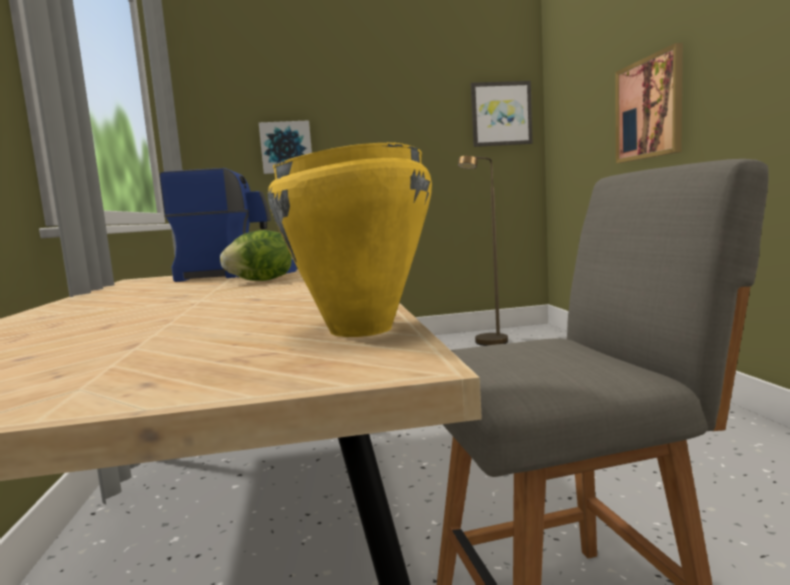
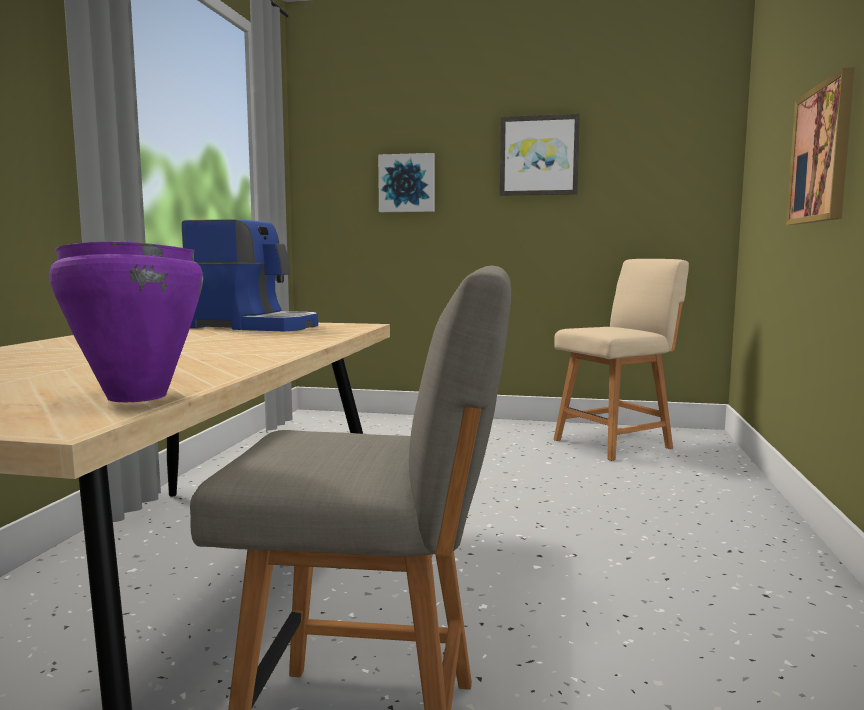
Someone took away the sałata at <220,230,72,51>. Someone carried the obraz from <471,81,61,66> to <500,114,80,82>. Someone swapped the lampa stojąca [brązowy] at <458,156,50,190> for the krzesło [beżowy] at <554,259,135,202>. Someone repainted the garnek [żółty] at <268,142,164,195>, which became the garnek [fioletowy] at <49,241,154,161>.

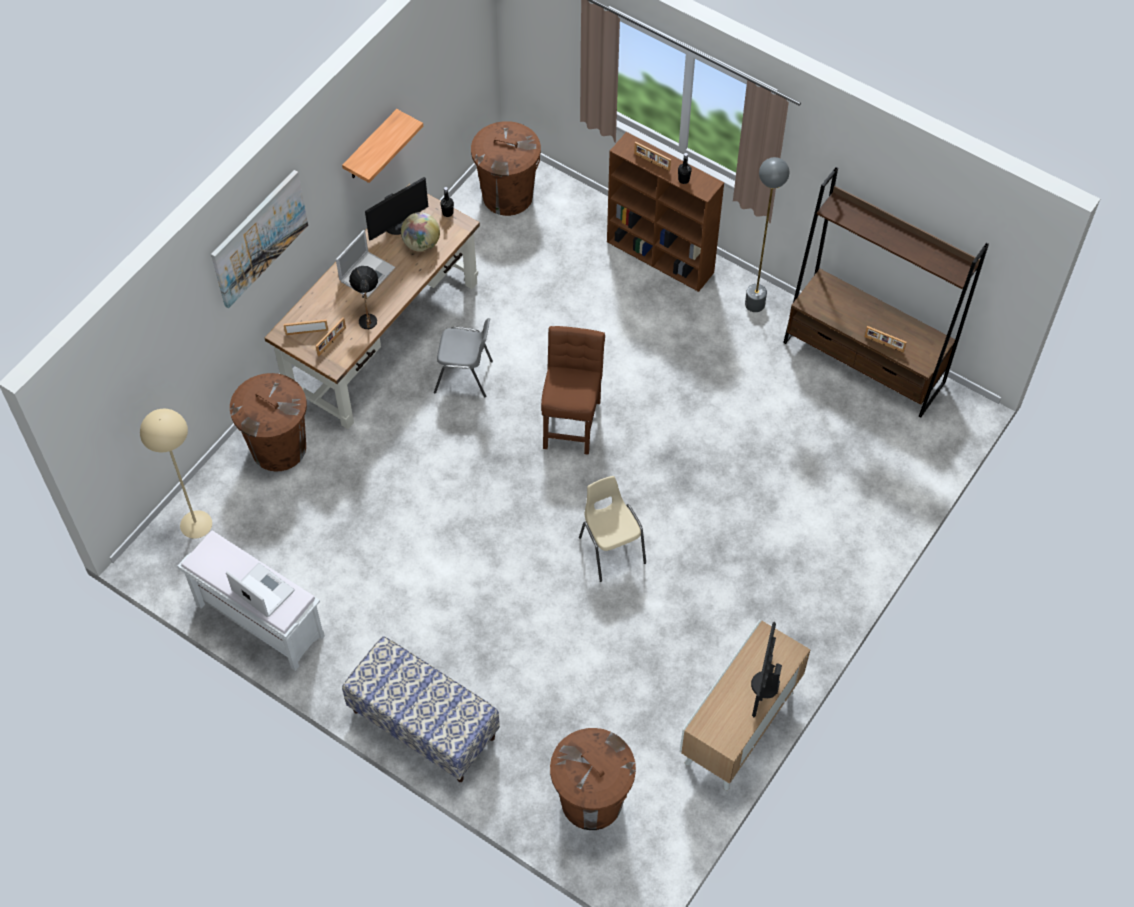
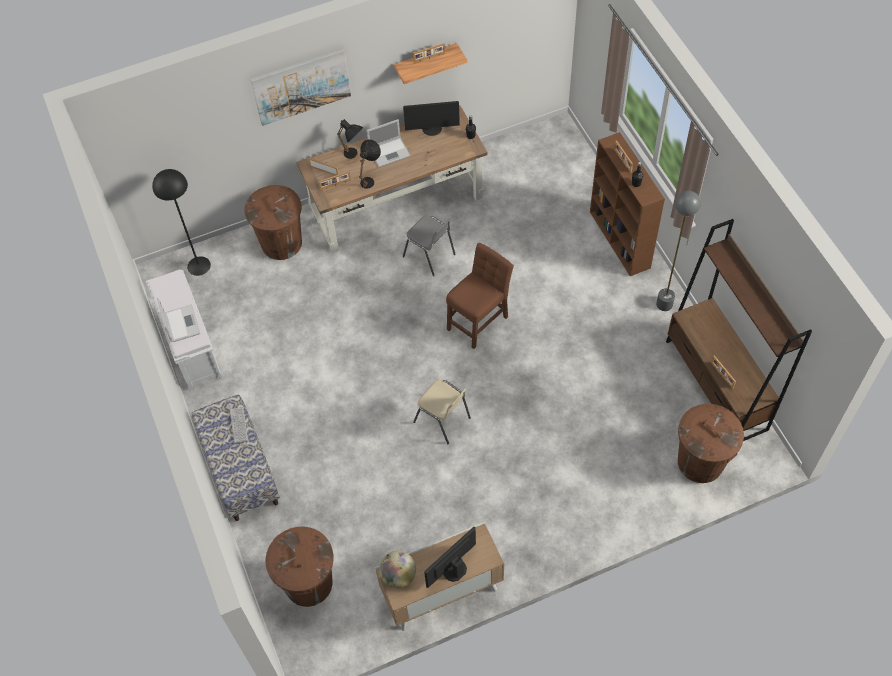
Someone put down the klawiatura at <230,407,18,36>. Someone put down the lampa stołowa [czarny] at <337,119,26,40>. Someone put down the ramka na zdjęcie at <413,43,32,20>. Someone carried the globus from <401,212,39,40> to <379,551,37,37>. Someone carried the kosz na śmieci [brązowy] from <471,121,70,95> to <678,404,66,79>. Someone repainted the lampa stojąca [beżowy] at <140,409,72,130>, which became the lampa stojąca [czarny] at <152,169,59,107>. Someone rotated the krzesło [beżowy] at <579,476,67,106> by 120 degrees clockwise.

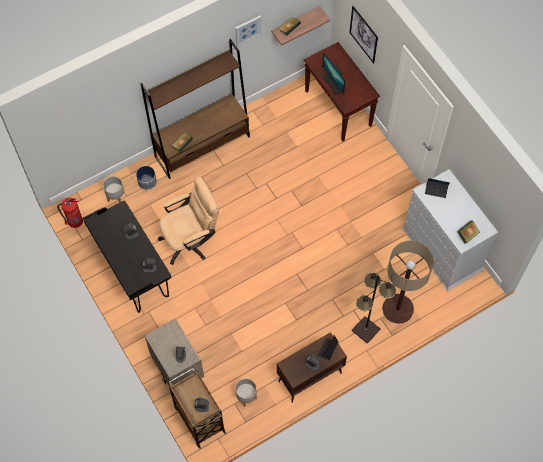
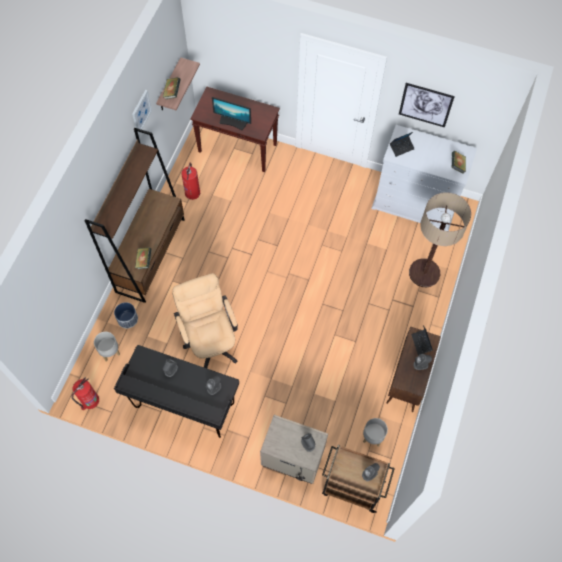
Someone took away the lampa stojąca [czarny] at <352,273,44,71>. Someone put down the gaśnica at <181,162,19,38>. Someone carried the obraz from <349,6,29,58> to <399,83,56,45>. Someone rotated the krzesło biurowe [beżowy] at <158,177,61,88> by 45 degrees counterclockwise.

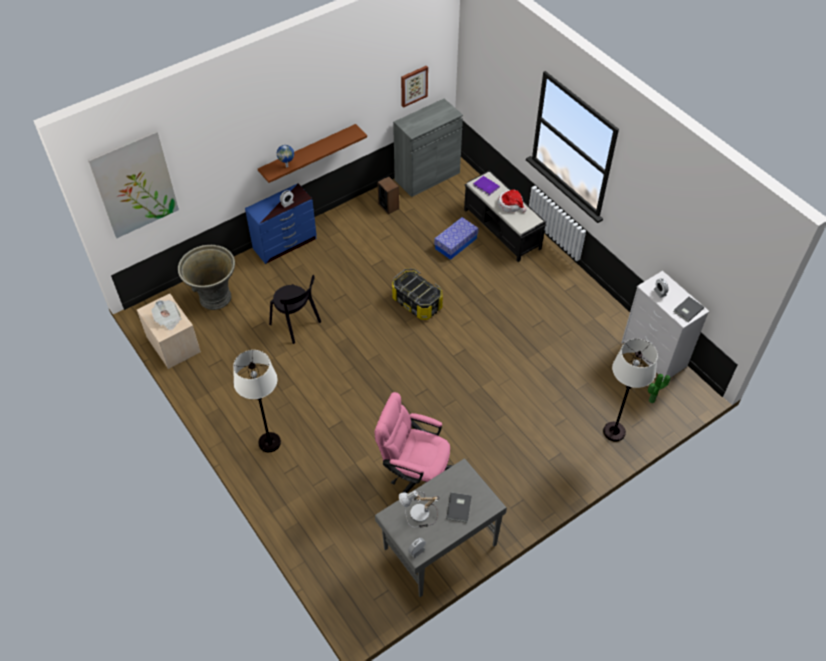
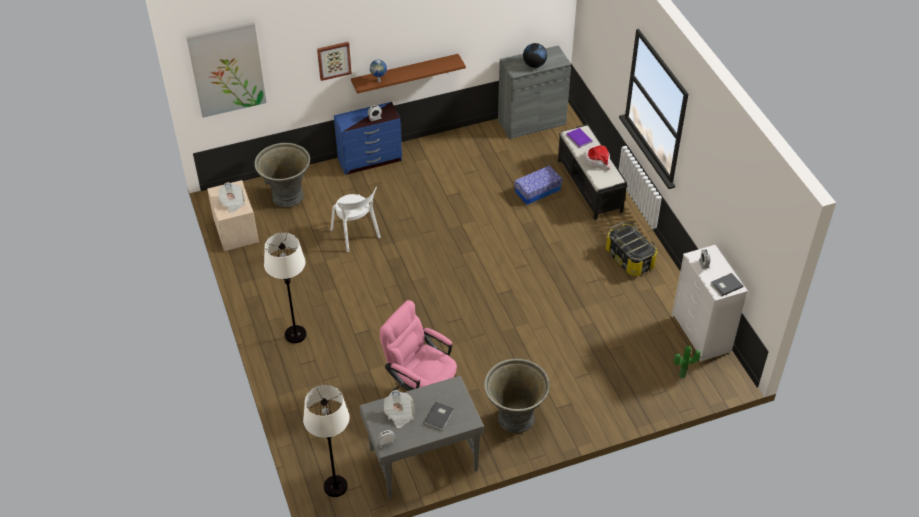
Someone took away the głośnik at <378,177,21,37>. Someone put down the donica [szary] at <484,359,66,74>. Someone put down the globus at <523,43,24,25>. Someone carried the pojemnik do przechowywania from <392,269,51,51> to <606,221,51,55>. Someone carried the obraz from <401,66,27,42> to <317,42,35,39>. Someone carried the lampa stojąca [biały] from <603,339,55,103> to <303,385,47,112>. Someone swapped the lampa stołowa at <399,490,40,38> for the gazeta at <384,390,30,38>. Someone repainted the krzesło [czarny] at <269,275,52,69>, which became the krzesło [biały] at <331,186,50,66>.

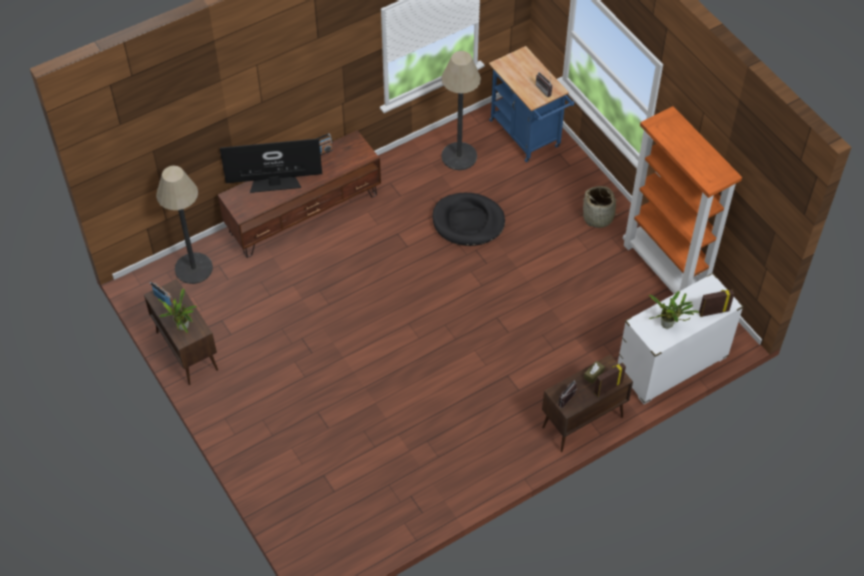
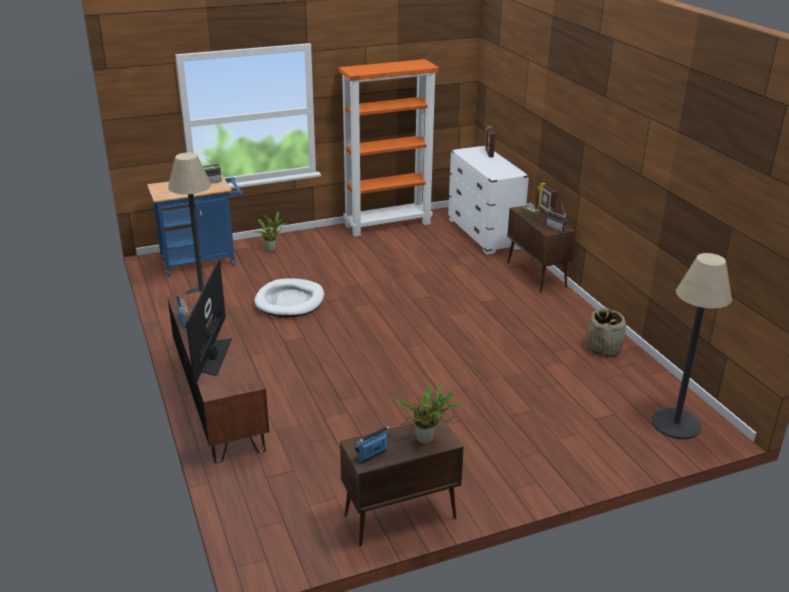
Someone carried the lampa stojąca from <156,166,57,118> to <652,253,80,186>. Someone carried the koszyk from <579,186,45,42> to <585,308,41,49>. Someone carried the roślina doniczkowa from <649,291,51,38> to <252,212,35,40>. Someone repainted the legowisko [czarny] at <432,193,73,53>, which became the legowisko [biały] at <254,279,70,39>.

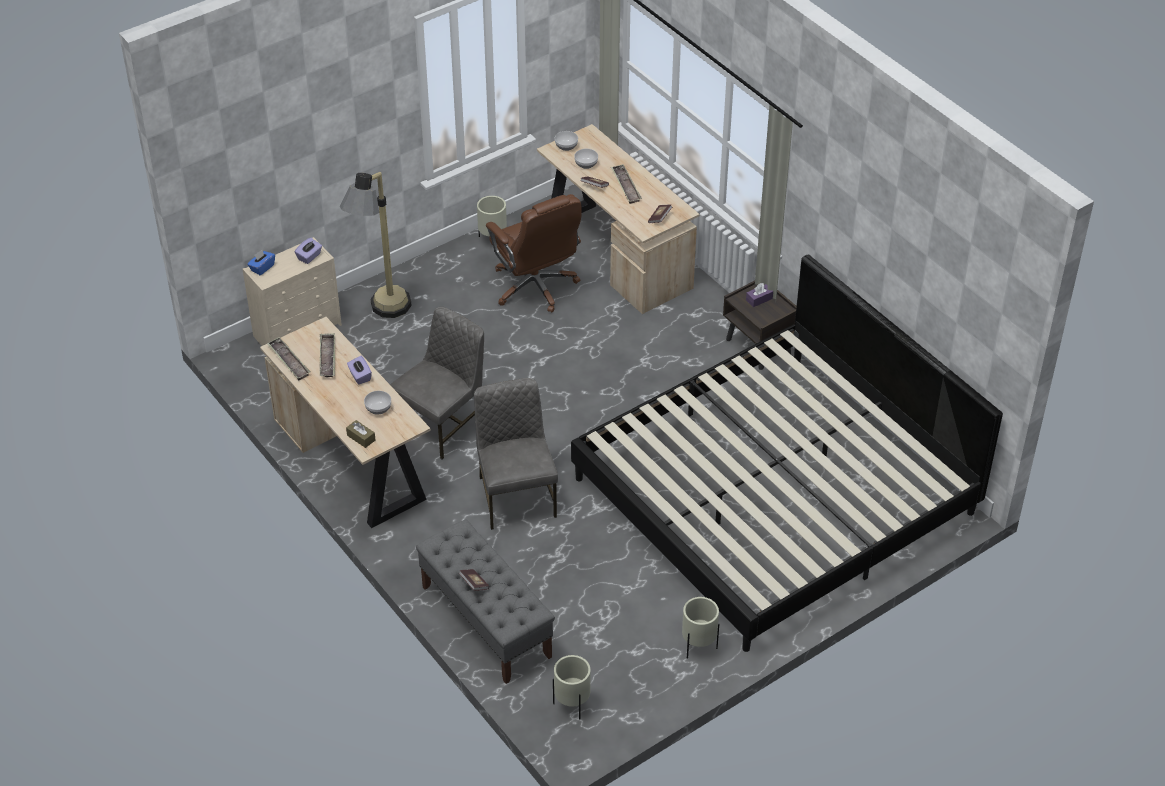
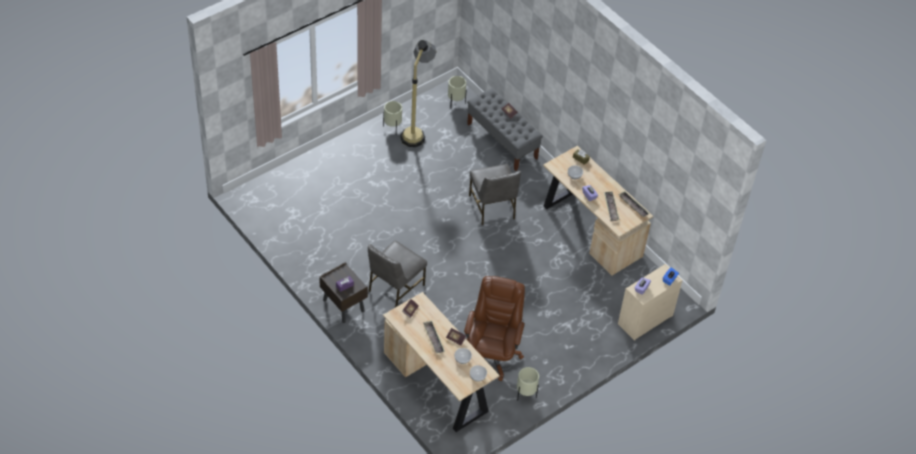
Someone took away the łóżko at <571,254,432,398>. Someone carried the lampa stojąca from <340,172,72,146> to <400,40,37,107>. Someone carried the krzesło [szary] from <390,307,94,152> to <368,240,59,67>. Someone rotated the krzesło biurowe [brązowy] at <486,194,96,119> by 45 degrees clockwise.

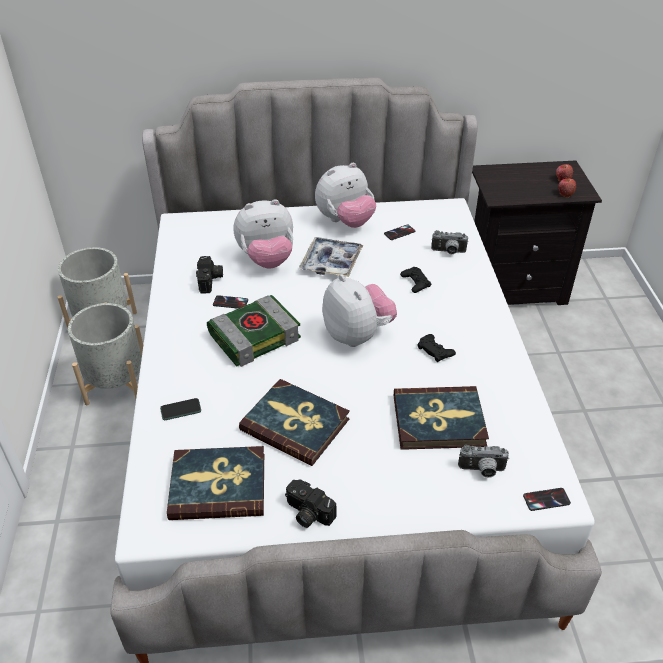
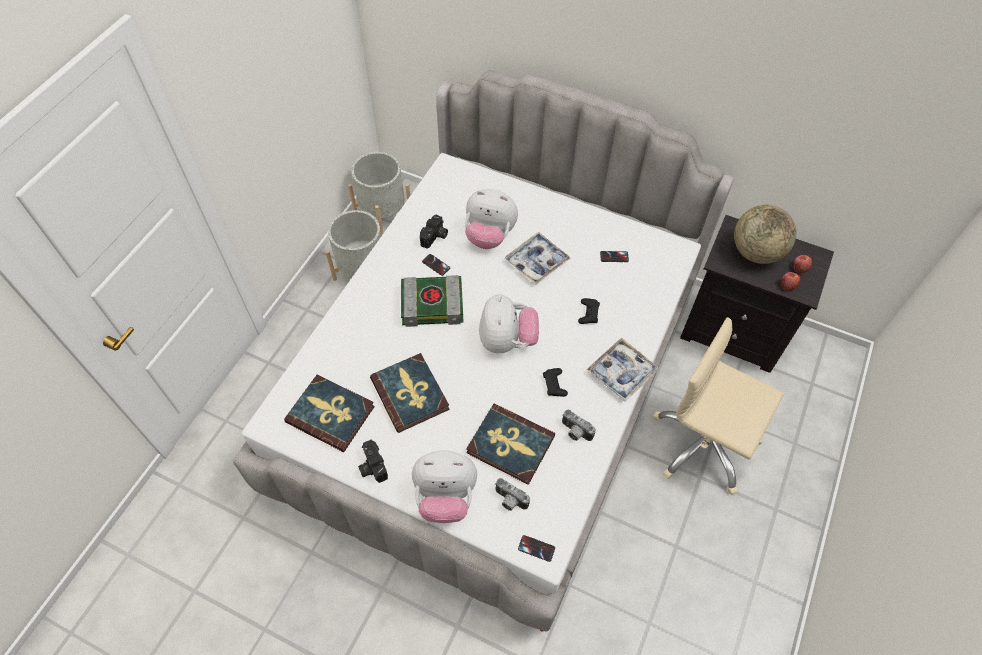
Someone took away the telefon at <160,398,41,22>. Someone put down the taca at <587,337,72,65>. Someone put down the krzesło biurowe [beżowy] at <653,317,131,177>. Someone put down the globus at <734,205,62,59>. Someone carried the pluszak from <315,163,61,65> to <412,450,65,73>. Someone carried the aparat fotograficzny from <431,230,37,24> to <562,409,34,32>.

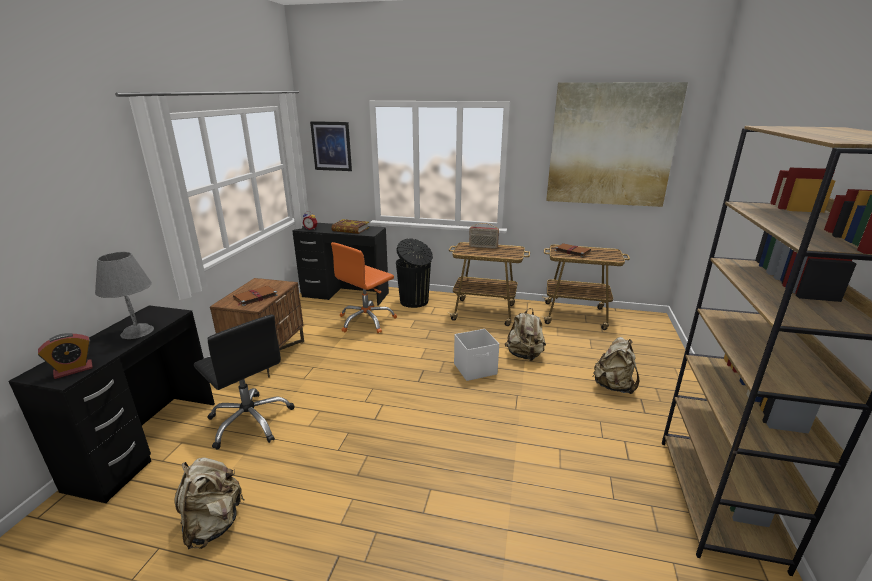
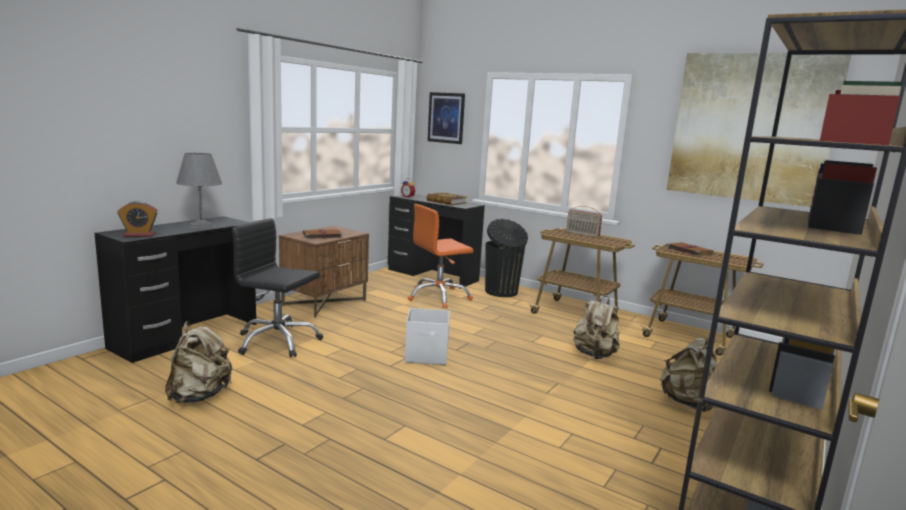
Someone carried the pojemnik do przechowywania [biały] from <454,329,45,52> to <405,308,45,57>. Someone rotated the krzesło biurowe [czarny] at <194,314,101,135> by 135 degrees clockwise.

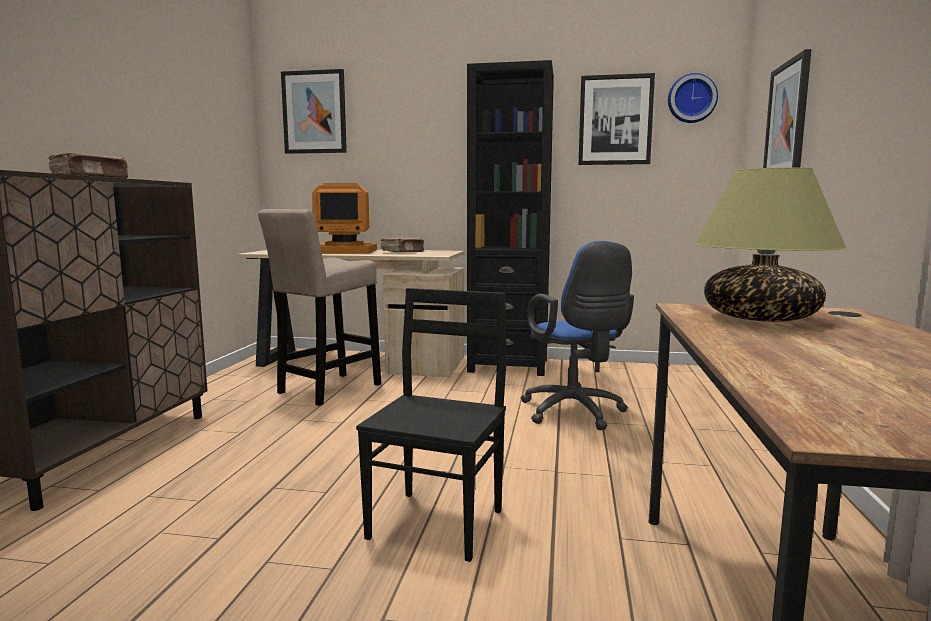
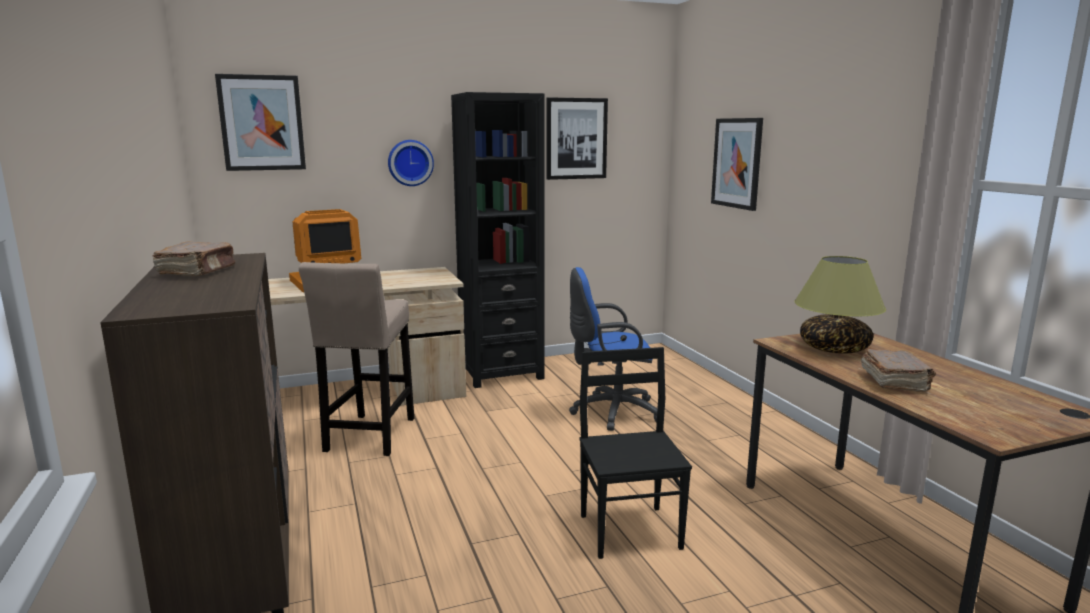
Someone carried the książka [brązowy] from <381,237,43,15> to <861,349,75,43>. Someone carried the zegar ścienny from <668,73,50,50> to <388,140,46,46>. Someone rotated the krzesło biurowe [niebieski] at <521,241,113,189> by 135 degrees clockwise.

